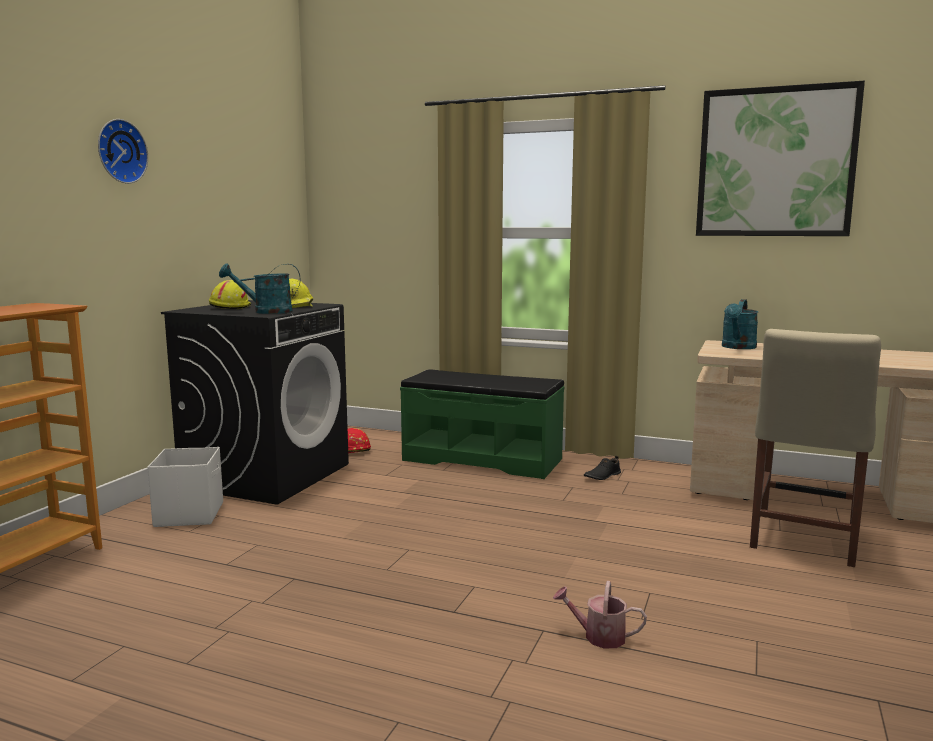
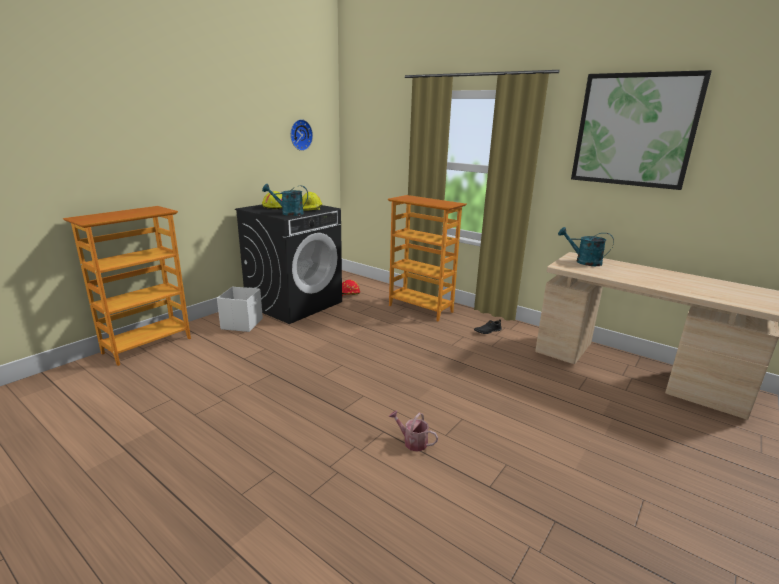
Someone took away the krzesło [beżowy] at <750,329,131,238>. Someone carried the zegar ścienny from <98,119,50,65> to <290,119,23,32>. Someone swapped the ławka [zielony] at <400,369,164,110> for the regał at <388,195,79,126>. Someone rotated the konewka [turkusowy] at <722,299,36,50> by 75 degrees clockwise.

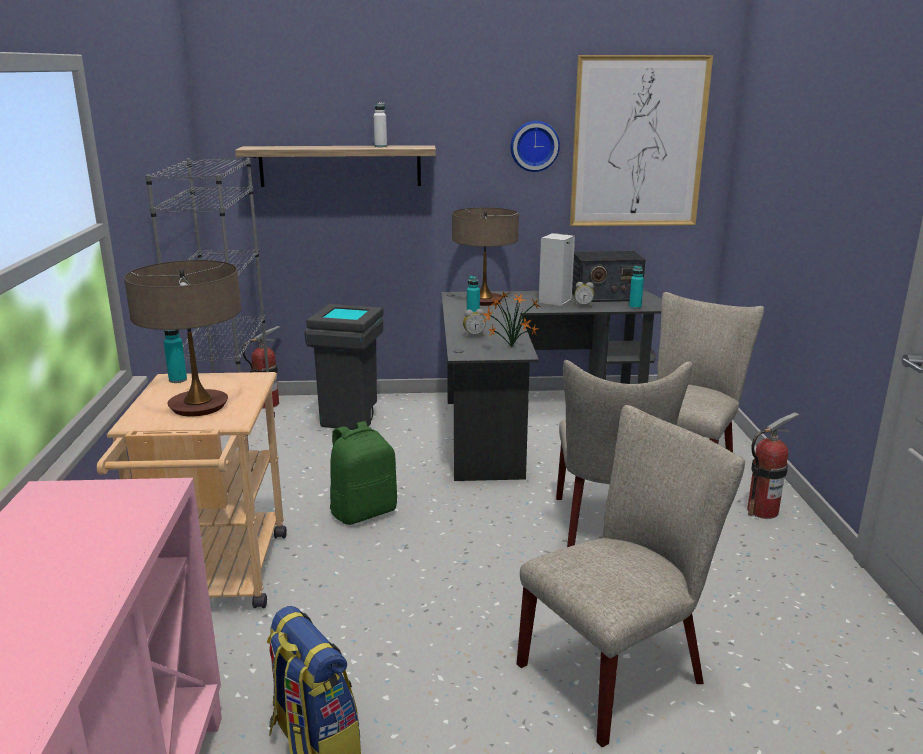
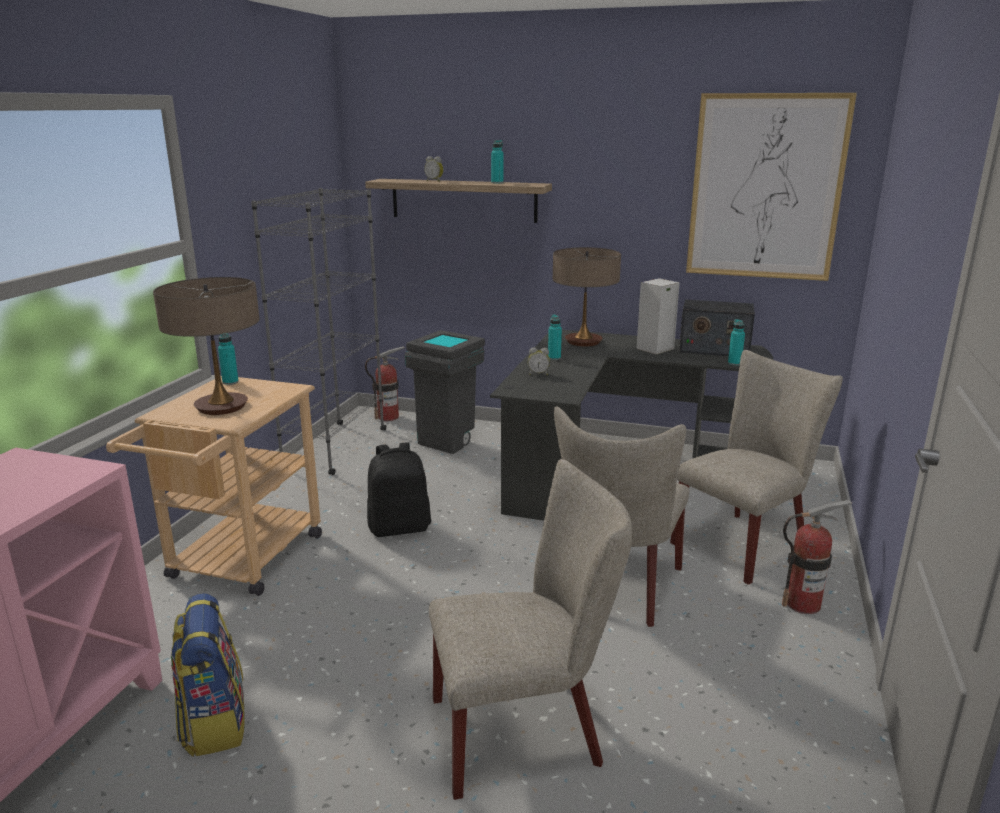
Someone took away the roślina doniczkowa at <482,292,59,56>. Someone took away the zegar ścienny at <511,121,49,51>. Someone carried the budzik from <574,282,20,25> to <424,156,20,26>. Someone repainted the plecak [zielony] at <330,421,67,104>, which became the plecak [czarny] at <367,442,64,95>. Someone repainted the butelka [biały] at <374,102,13,45>, which became the butelka [turkusowy] at <491,140,12,44>.

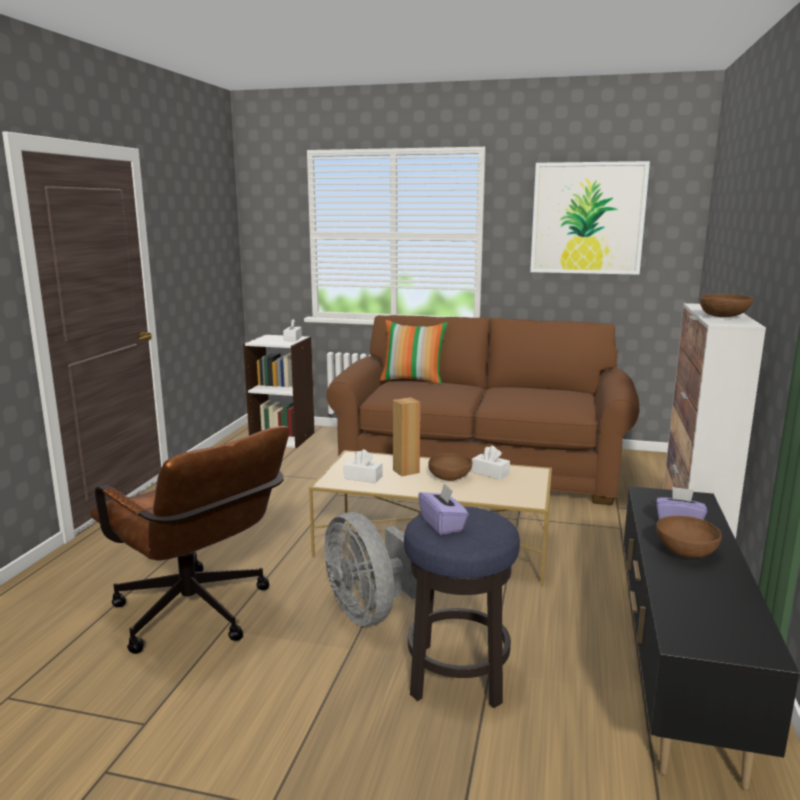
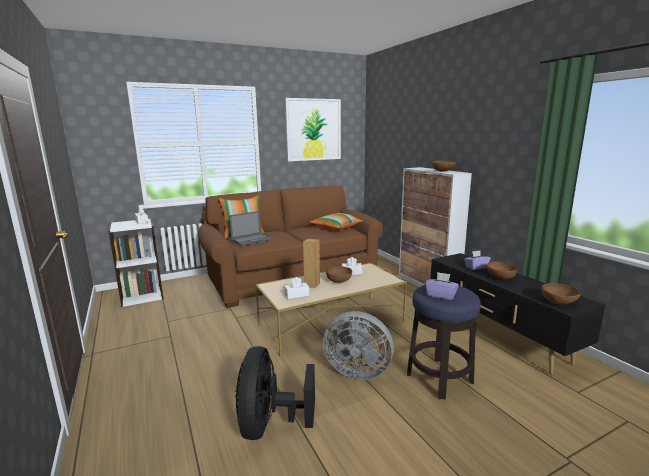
Someone put down the laptop at <229,211,44,35>. Someone put down the poduszka at <310,213,53,18>. Someone put down the miska [brązowy] at <541,283,40,22>. Someone swapped the krzesło biurowe [brązowy] at <90,426,199,228> for the wentylator [czarny] at <235,346,80,94>.

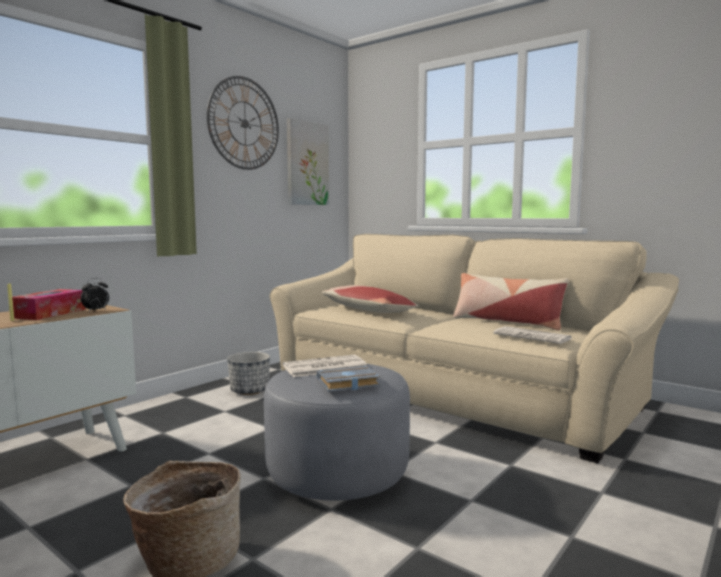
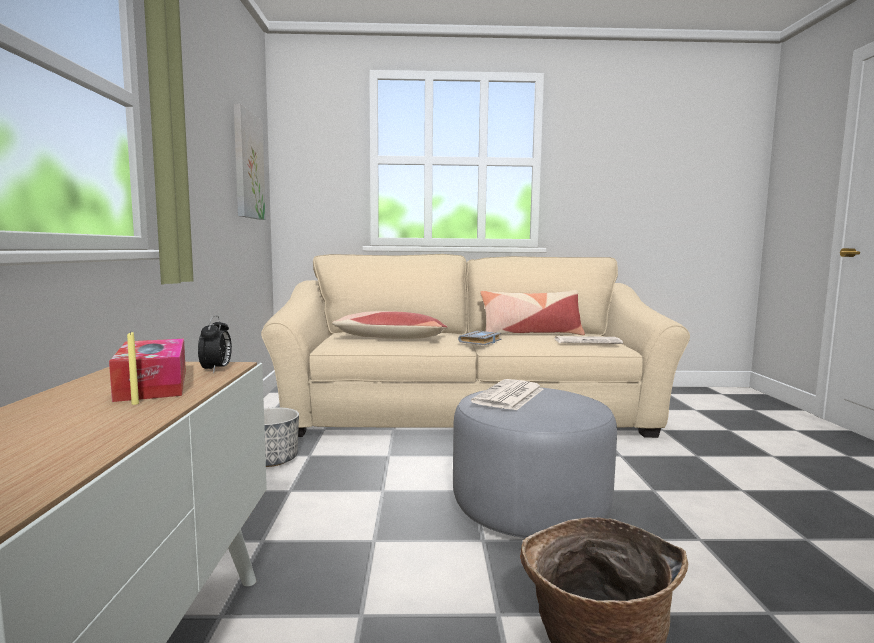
Someone took away the zegar ścienny at <207,76,72,94>. Someone carried the książka [szary] from <316,366,65,26> to <458,331,44,14>.

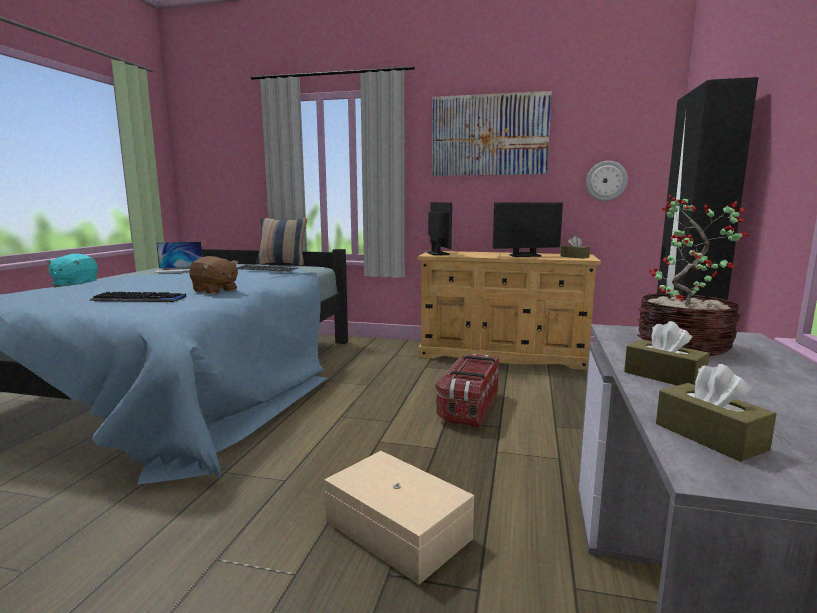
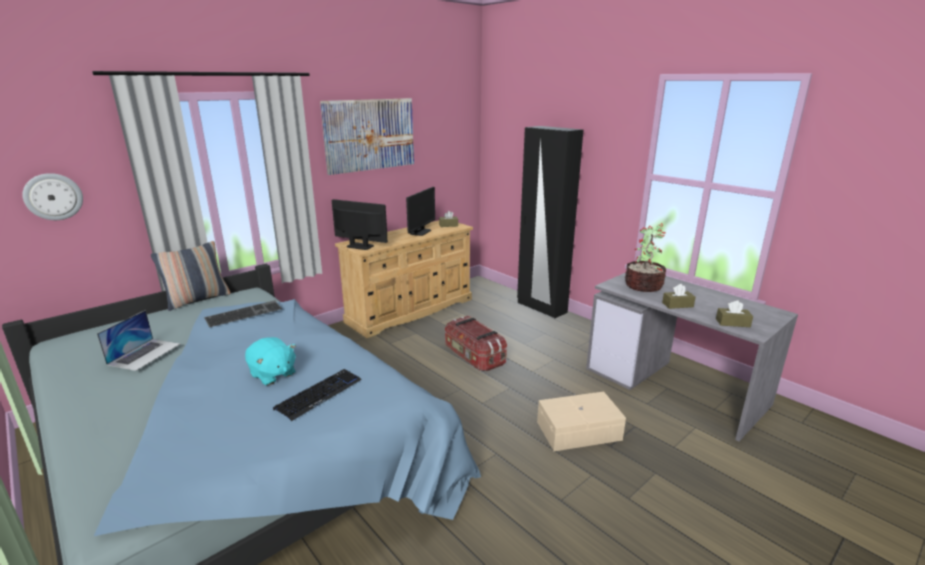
Someone took away the pluszak [brązowy] at <189,256,49,38>. Someone carried the pluszak [turkusowy] from <46,254,52,33> to <245,337,51,49>. Someone carried the zegar ścienny from <586,161,42,40> to <22,173,61,47>.

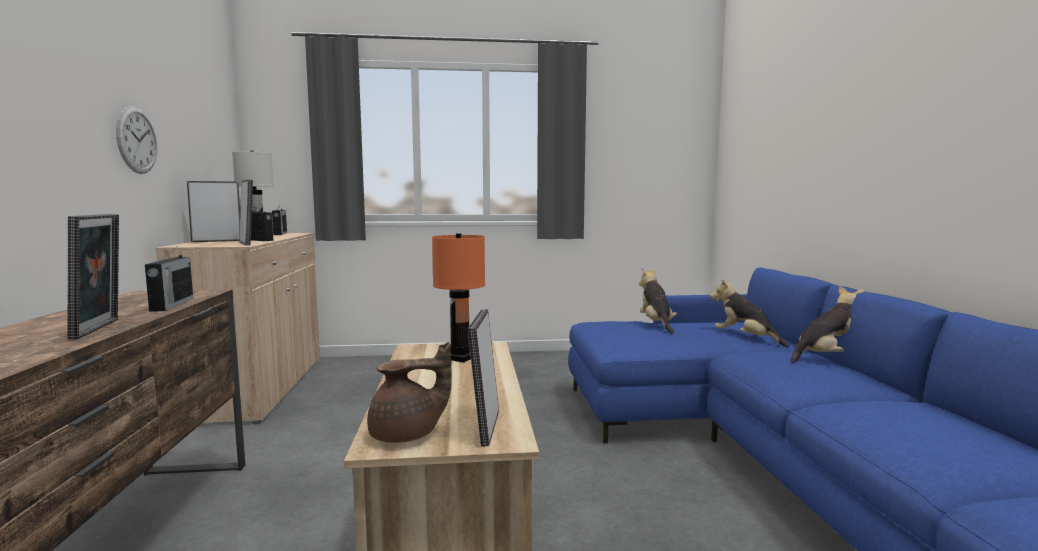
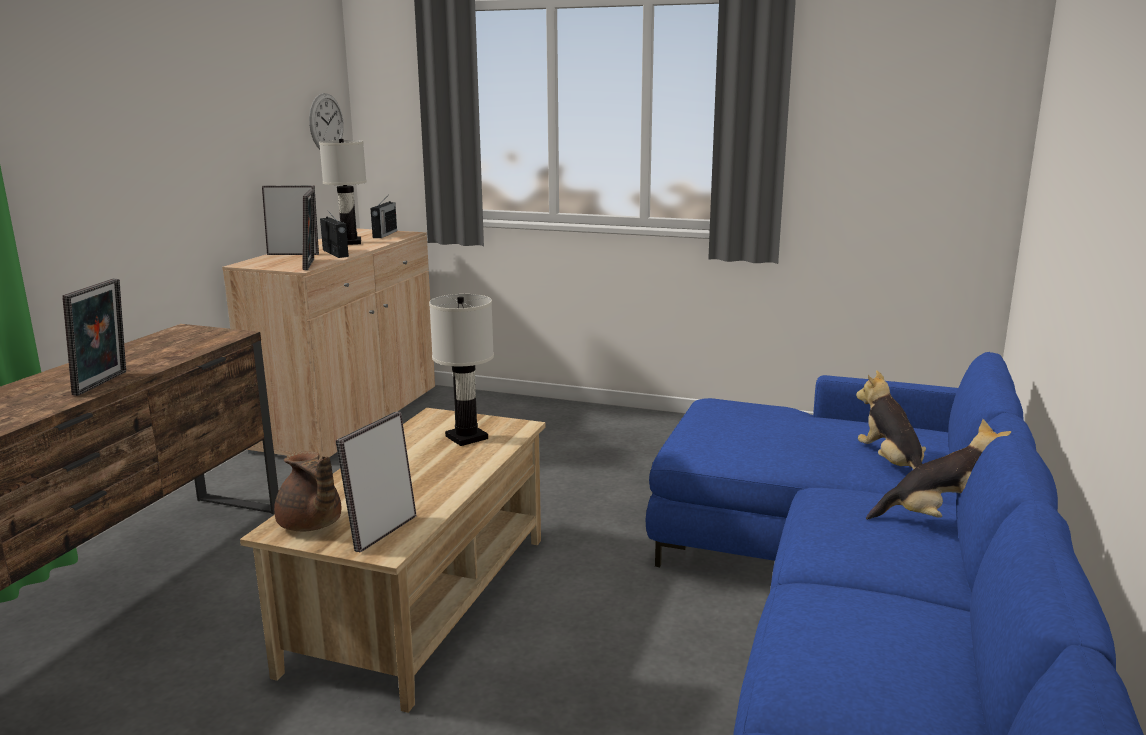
Someone took away the radio at <145,245,48,67>. Someone took away the pluszak at <639,268,38,66>. Someone carried the zegar ścienny from <116,106,41,68> to <309,93,35,56>. Someone repainted the lampa stołowa [pomarańczowy] at <432,233,53,130>, which became the lampa stołowa [biały] at <429,294,65,152>. Someone rotated the imbryk [brązowy] at <367,342,85,101> by 45 degrees clockwise.

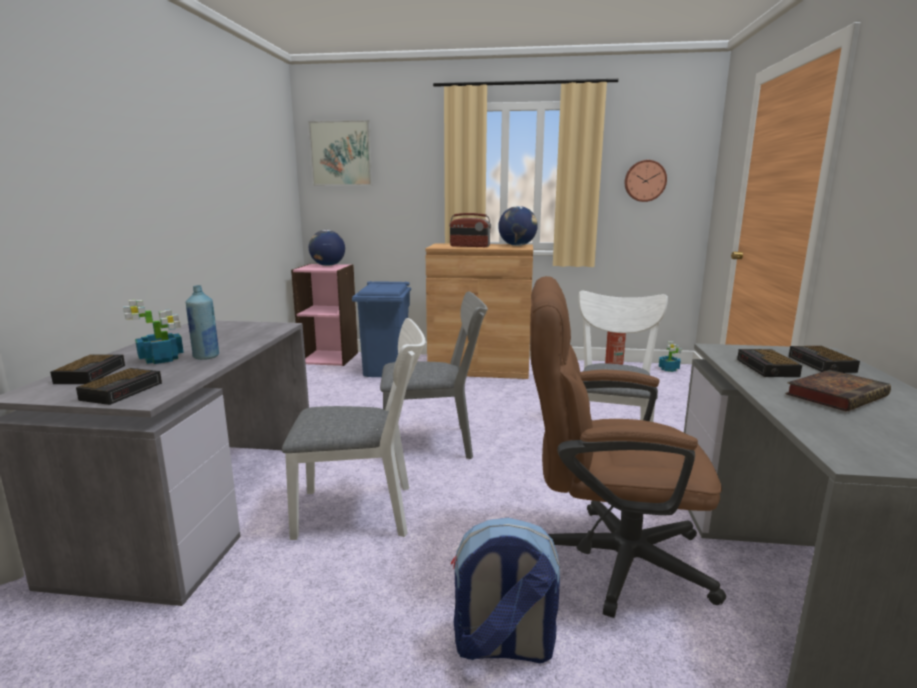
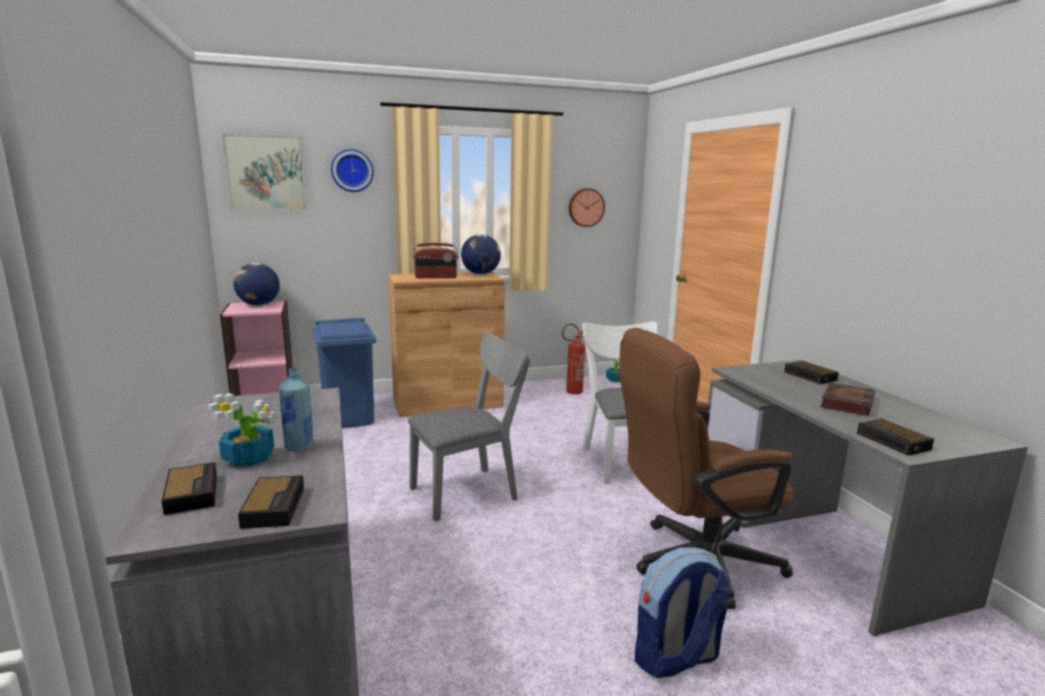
Someone took away the krzesło [biały] at <282,318,143,222>. Someone put up the zegar ścienny at <331,149,43,43>. Someone carried the budzik from <737,349,65,28> to <857,419,77,37>.

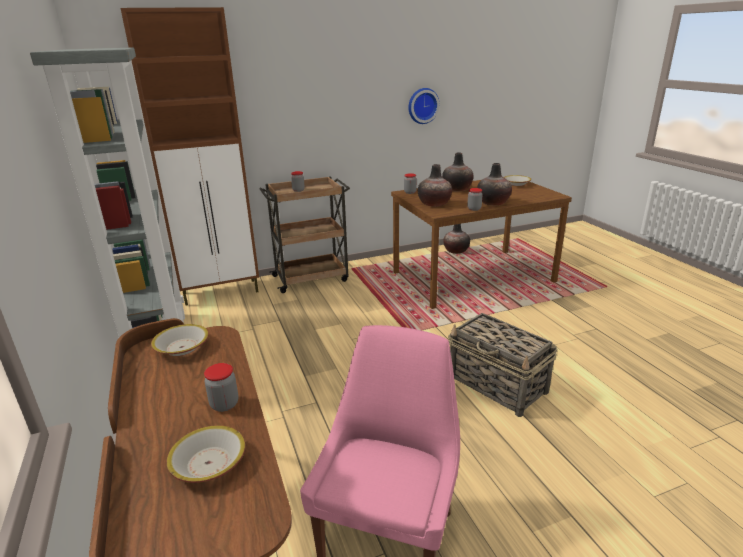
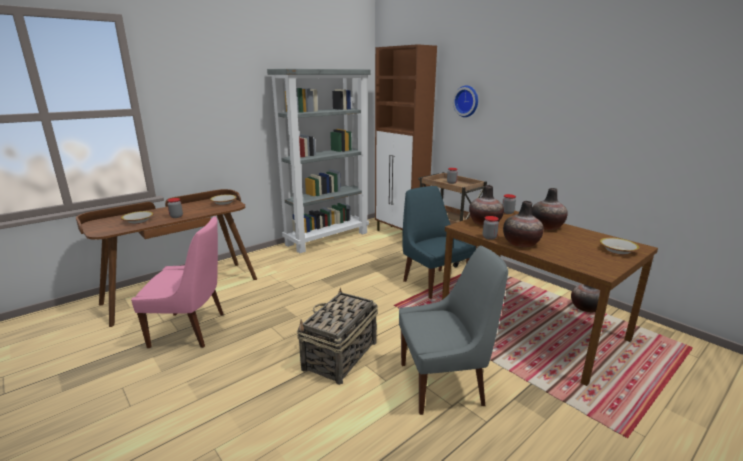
Someone put down the krzesło [szary] at <399,246,109,169>. Someone put down the krzesło [niebieski] at <402,186,74,113>. Someone carried the zegar ścienny from <408,88,32,36> to <453,86,25,31>.

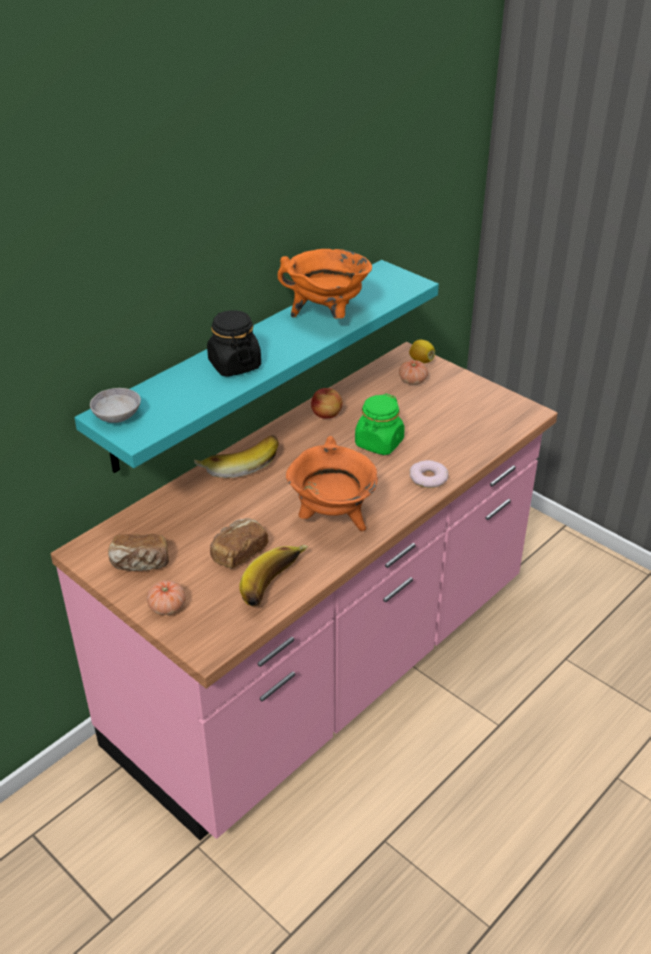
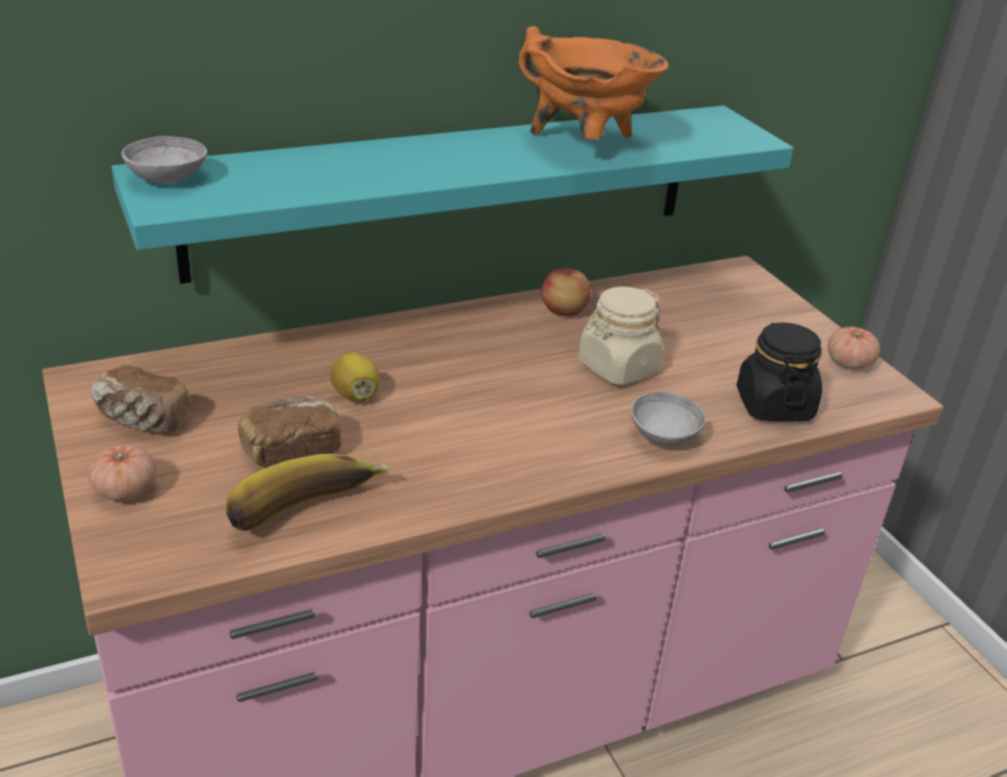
Someone took away the banan at <194,435,85,43>. Someone took away the garnek [pomarańczowy] at <286,436,92,95>. Someone carried the słoik [czarny] from <207,310,54,67> to <737,323,85,99>. Someone carried the pomidor from <399,360,29,25> to <827,327,53,42>. Someone carried the cytryna from <409,340,26,23> to <330,353,49,48>. Someone swapped the donut at <410,460,38,28> for the miska [szary] at <631,391,76,55>. Someone repainted the słoik [zielony] at <355,394,50,61>, which became the słoik [beżowy] at <578,286,85,99>.

